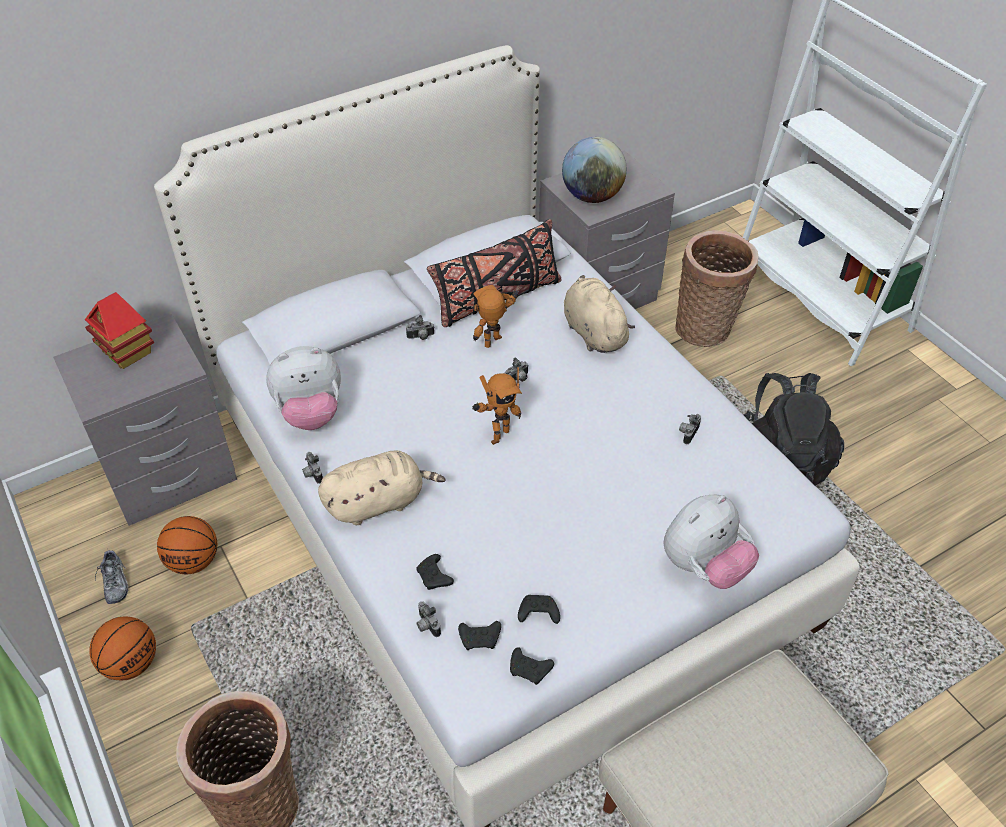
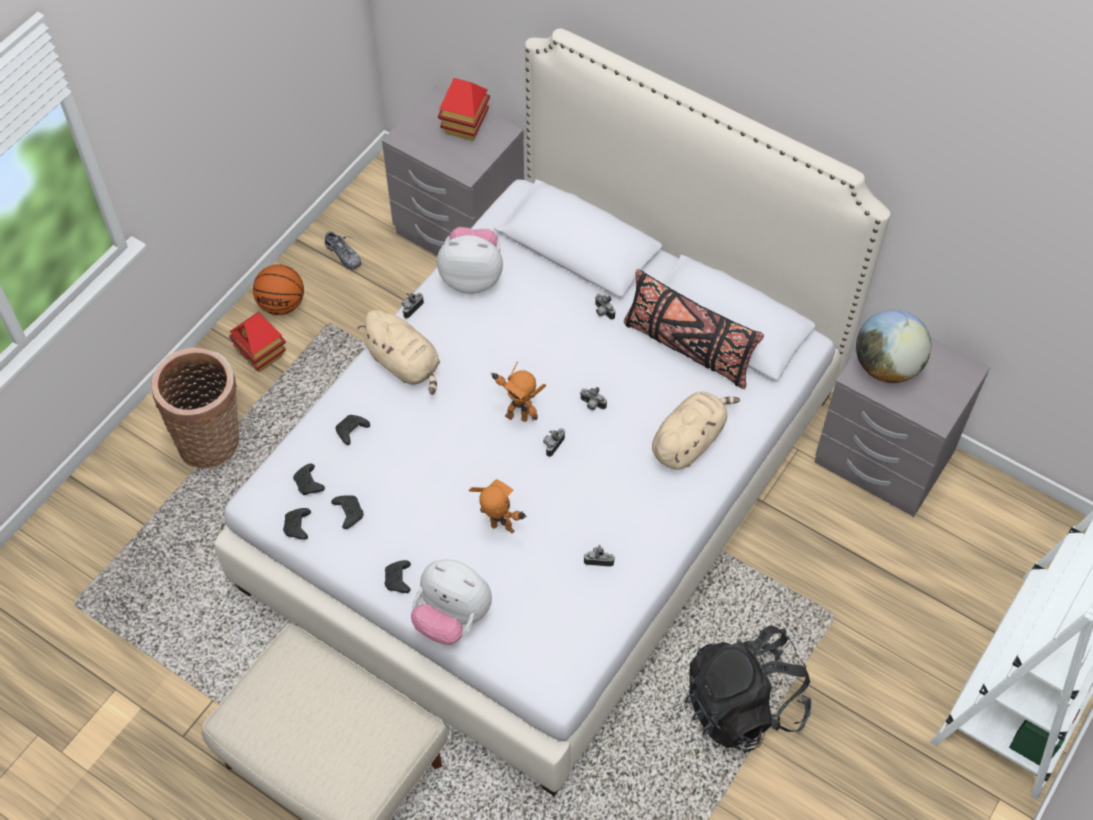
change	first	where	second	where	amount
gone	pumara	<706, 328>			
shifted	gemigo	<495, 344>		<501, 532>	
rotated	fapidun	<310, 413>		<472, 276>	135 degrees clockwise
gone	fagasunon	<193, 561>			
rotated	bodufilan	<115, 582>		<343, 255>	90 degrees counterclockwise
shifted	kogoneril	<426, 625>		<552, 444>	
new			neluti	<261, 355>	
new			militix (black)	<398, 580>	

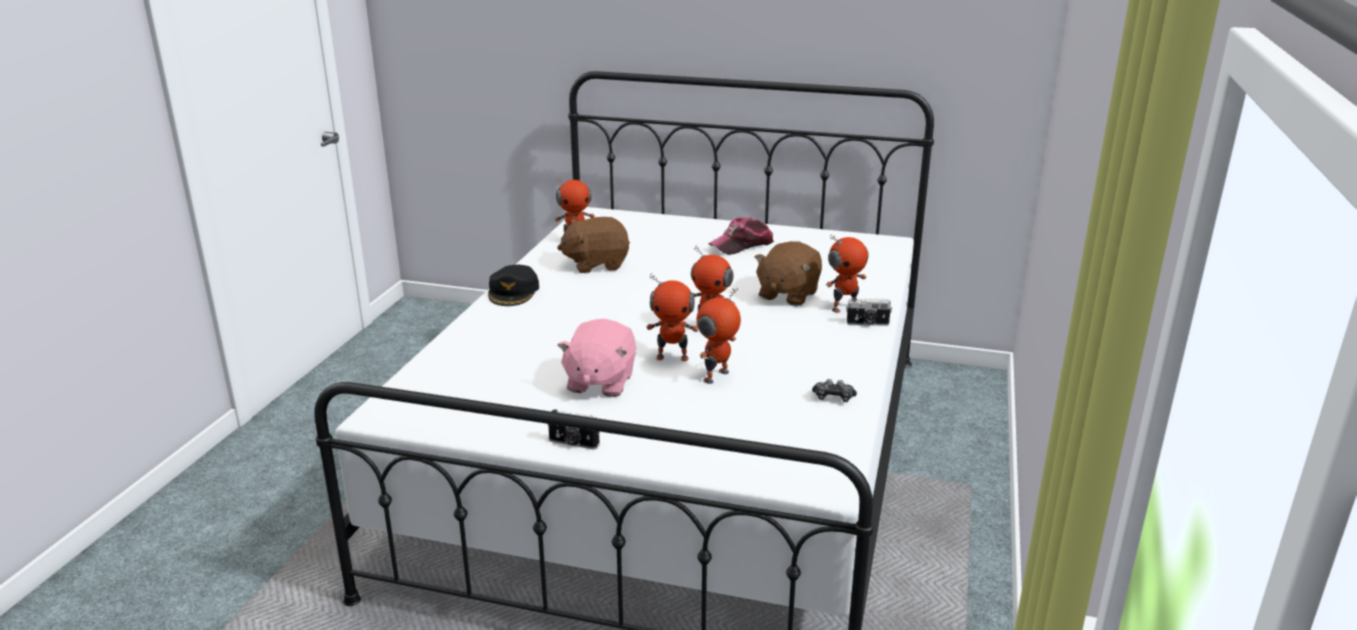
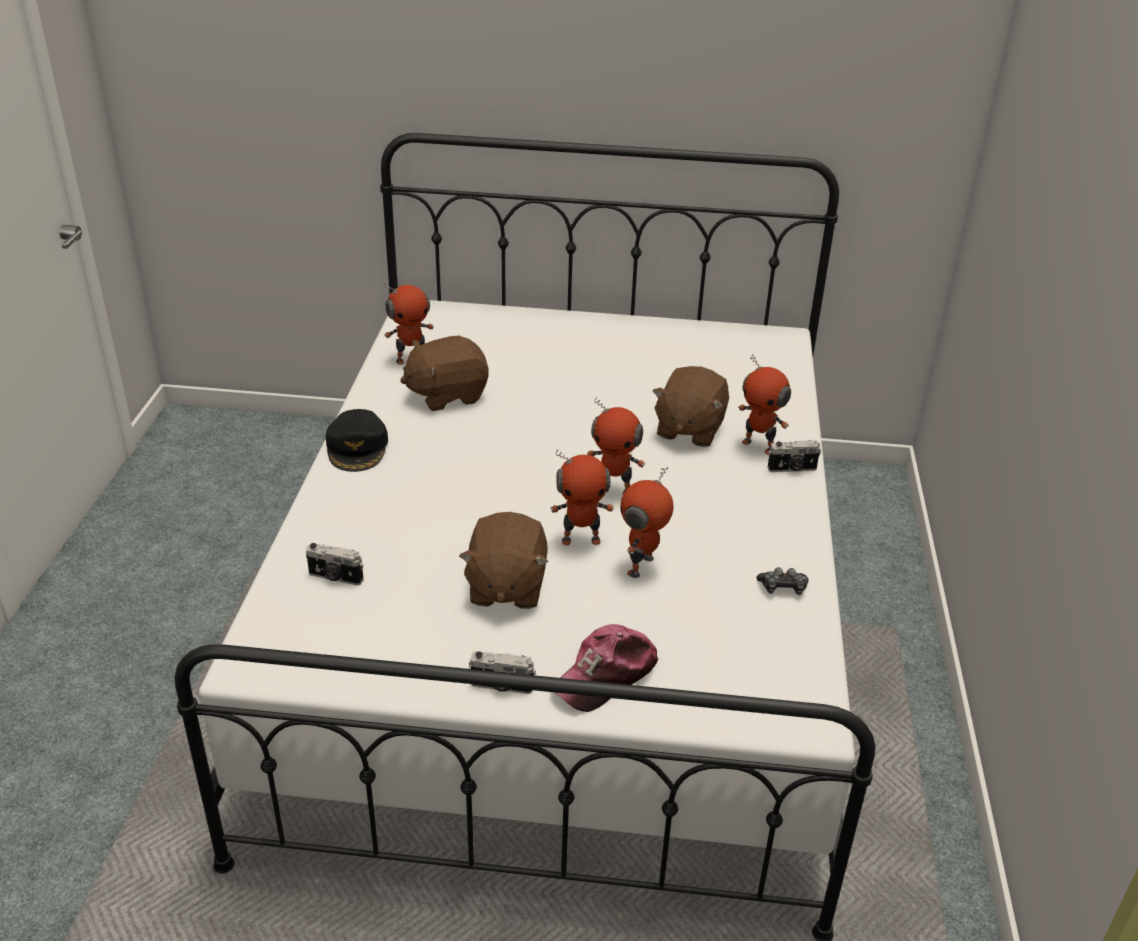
change	first	where	second	where	amount
shifted	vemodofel	<742, 245>		<606, 676>	
rotated	gemigo	<844, 307>		<759, 445>	75 degrees clockwise
repainted	fapidun (pink)	<599, 382>	fapidun (brown)	<505, 587>	
new			kogoneril	<335, 577>	

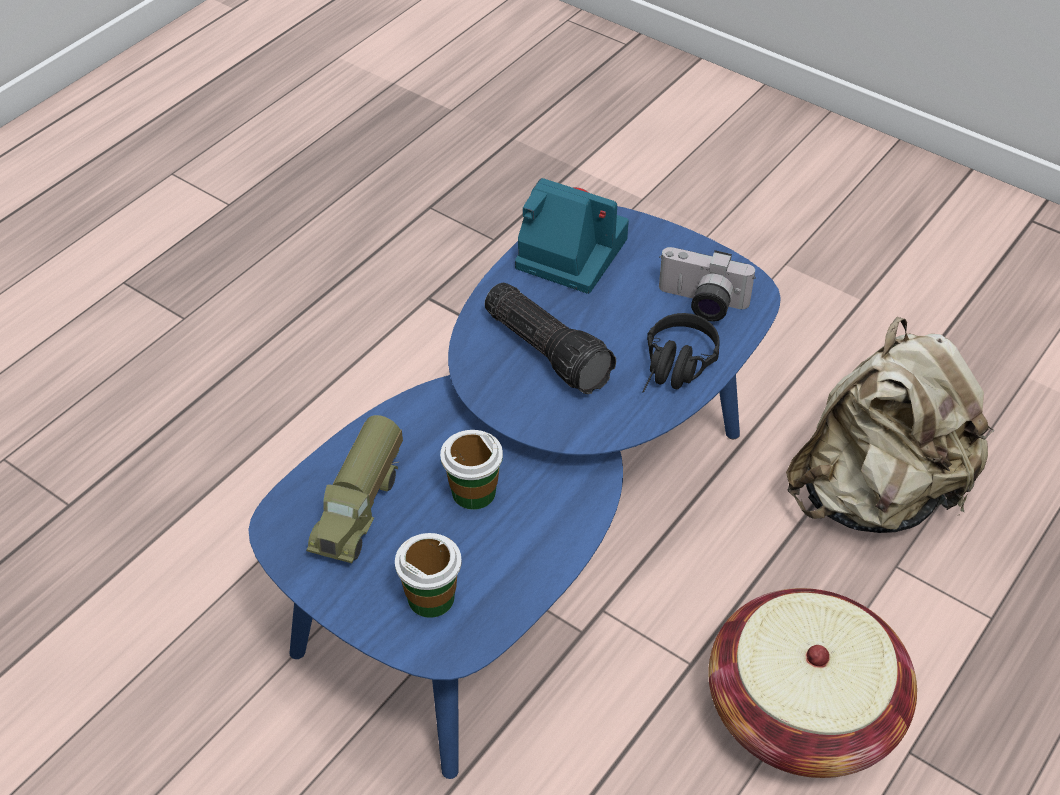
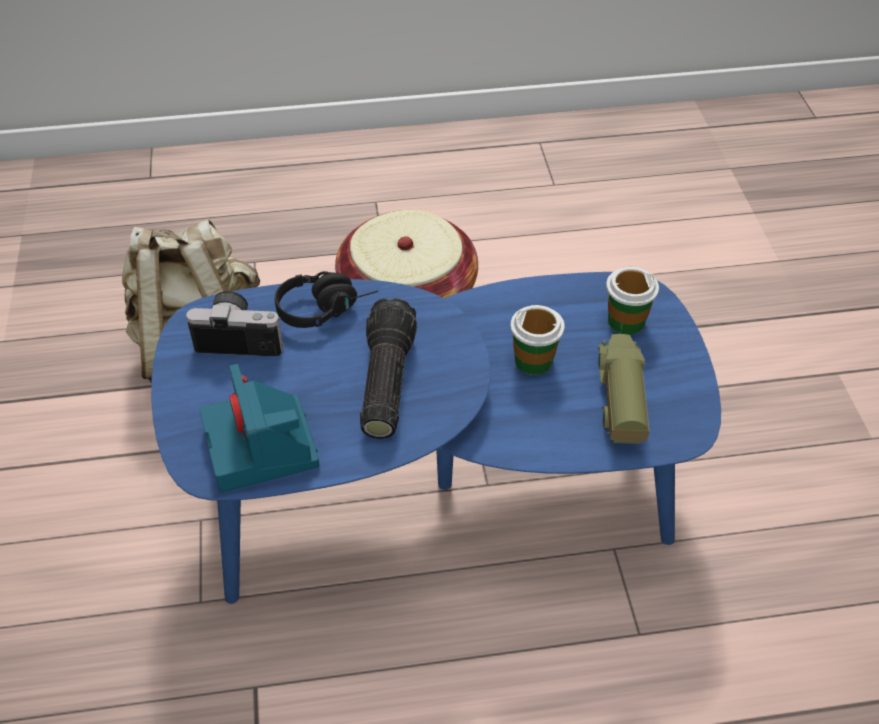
change	first	where	second	where	amount
rotated	kogoneril	<700, 304>		<240, 336>	60 degrees counterclockwise
rotated	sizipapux	<361, 508>		<619, 403>	60 degrees counterclockwise

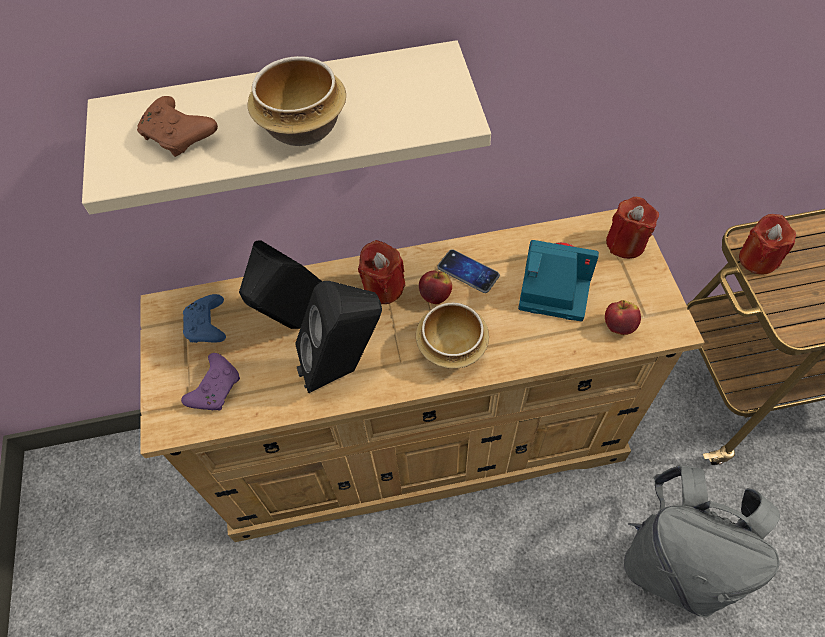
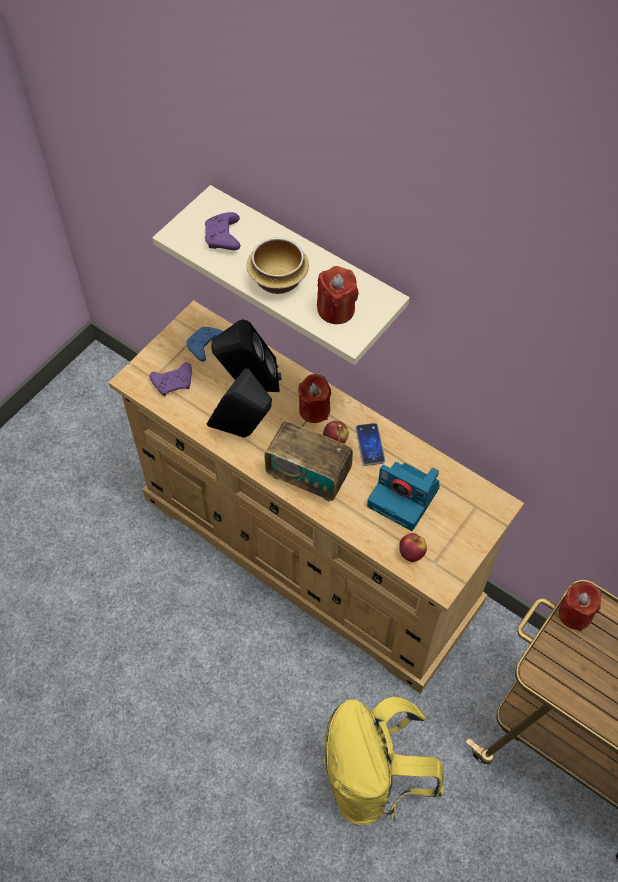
change	first	where	second	where	amount
repainted	militix (brown)	<179, 136>	militix (purple)	<223, 238>	
shifted	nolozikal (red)	<625, 243>		<336, 309>	
rotated	kogoneril	<552, 286>		<405, 497>	150 degrees clockwise
swapped	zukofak	<452, 347>	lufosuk	<308, 475>	
repainted	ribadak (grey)	<674, 562>	ribadak (yellow)	<372, 778>	

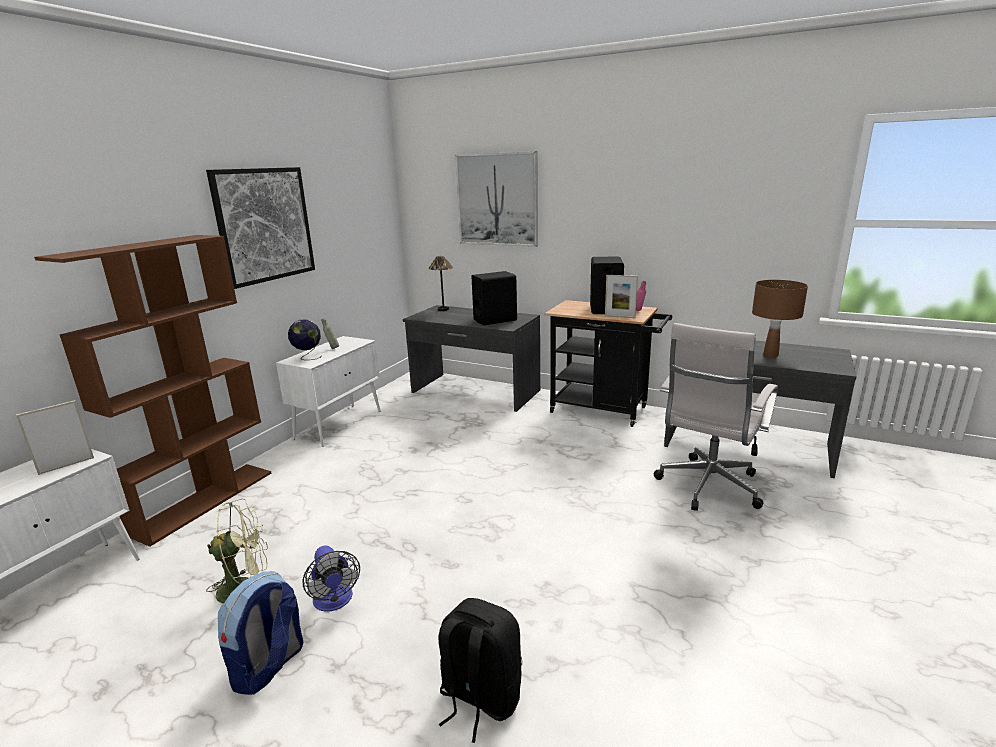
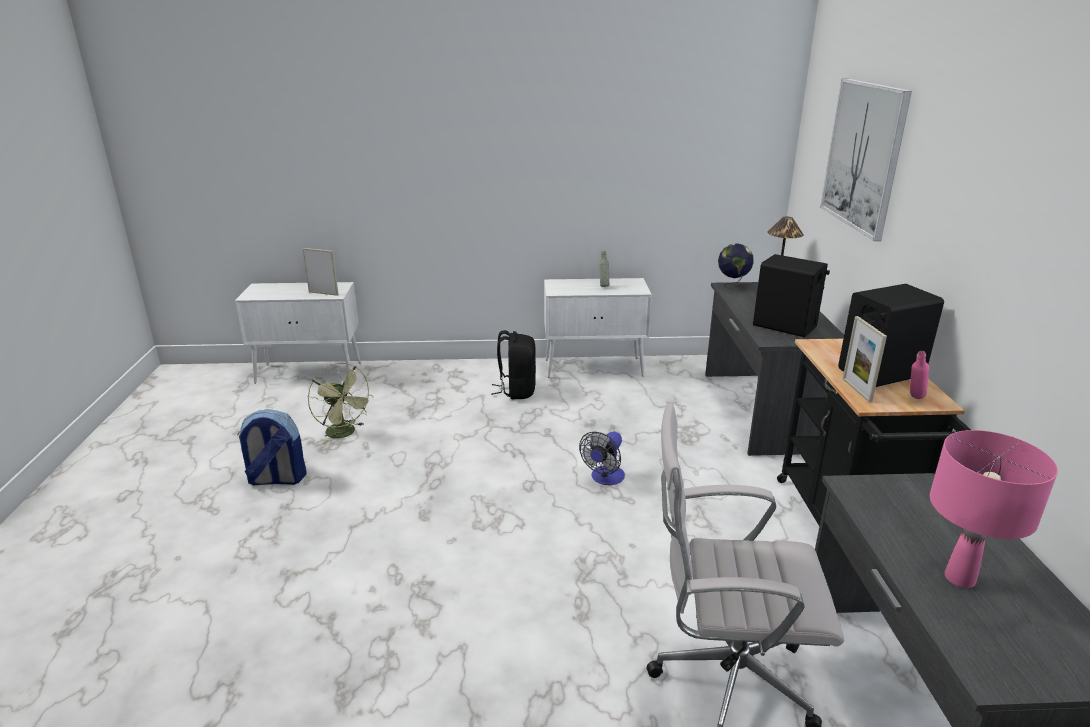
change	first	where	second	where	amount
gone	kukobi	<264, 225>			
gone	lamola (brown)	<204, 501>			
repainted	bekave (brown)	<770, 355>	bekave (pink)	<960, 579>	
shifted	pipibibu	<308, 357>		<732, 286>	
shifted	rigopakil	<334, 601>		<605, 478>	
shifted	ribadak (black)	<479, 698>		<516, 391>	

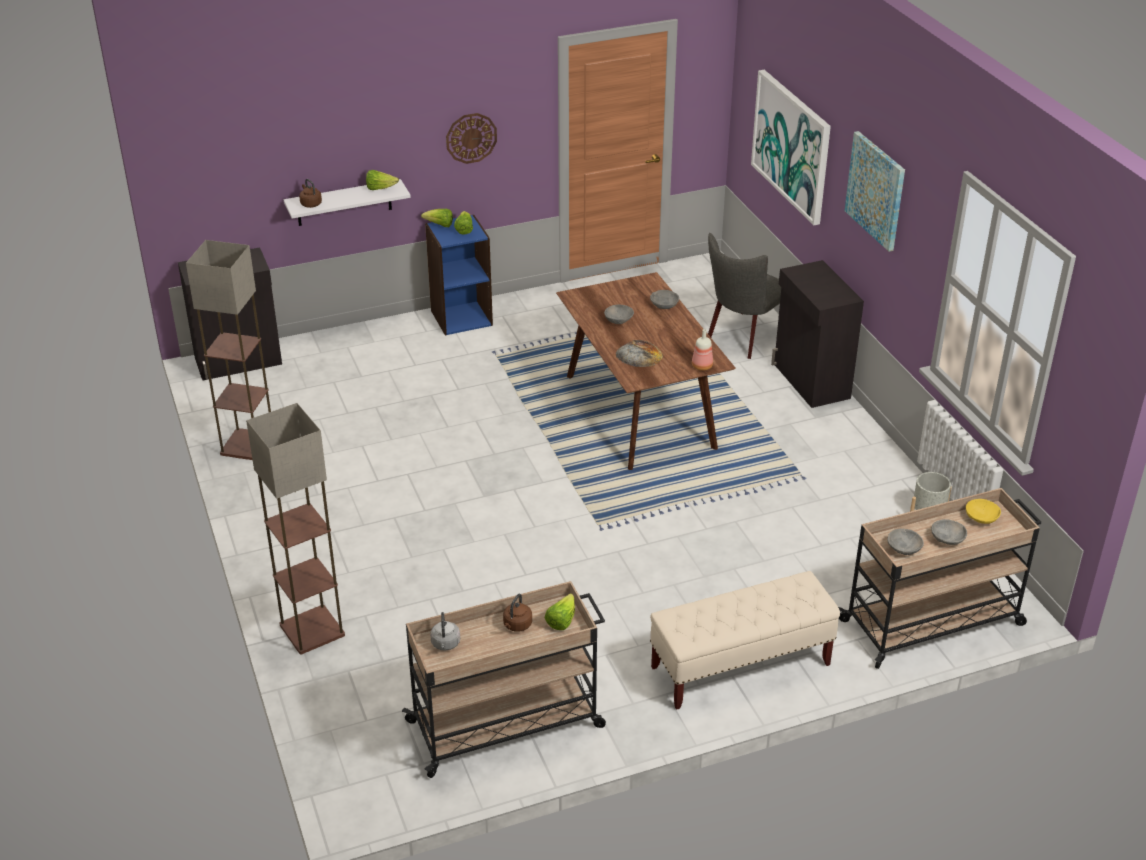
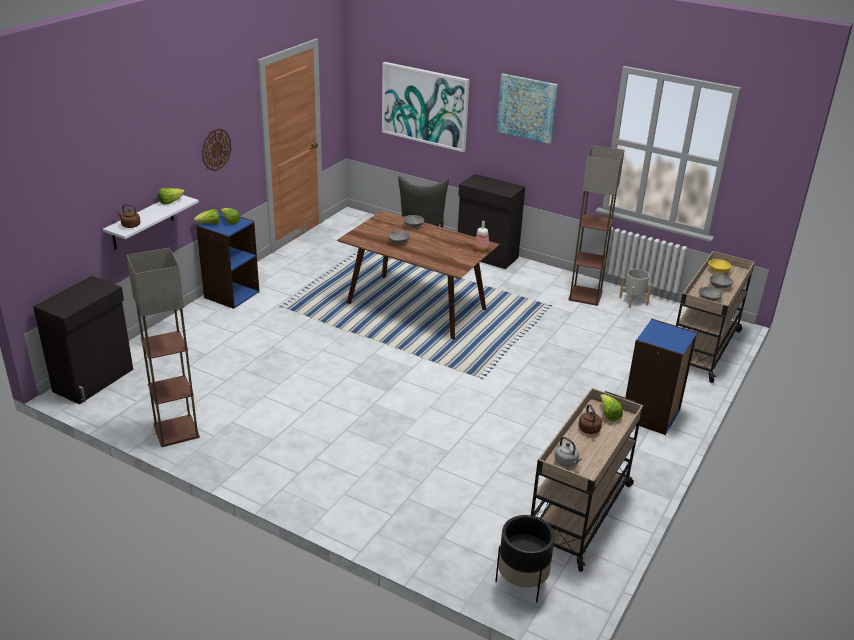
change	first	where	second	where	amount
gone	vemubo	<639, 355>			
shifted	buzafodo	<313, 630>		<586, 295>	
swapped	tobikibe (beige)	<740, 666>	lamola (blue)	<651, 415>	
new			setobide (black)	<522, 583>	

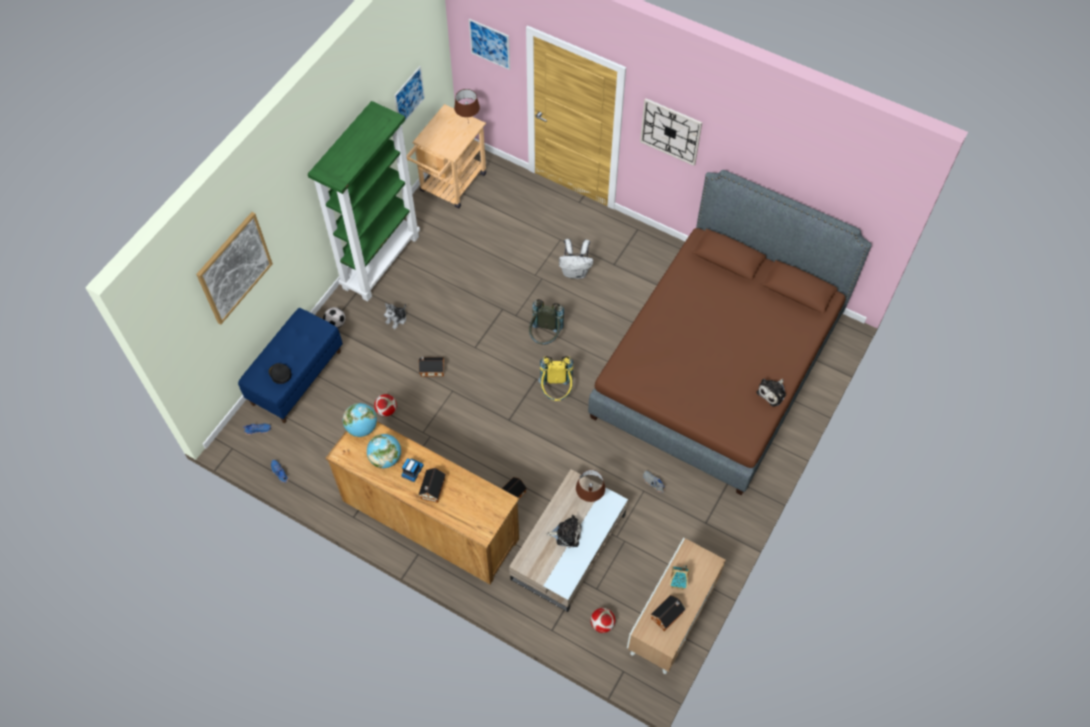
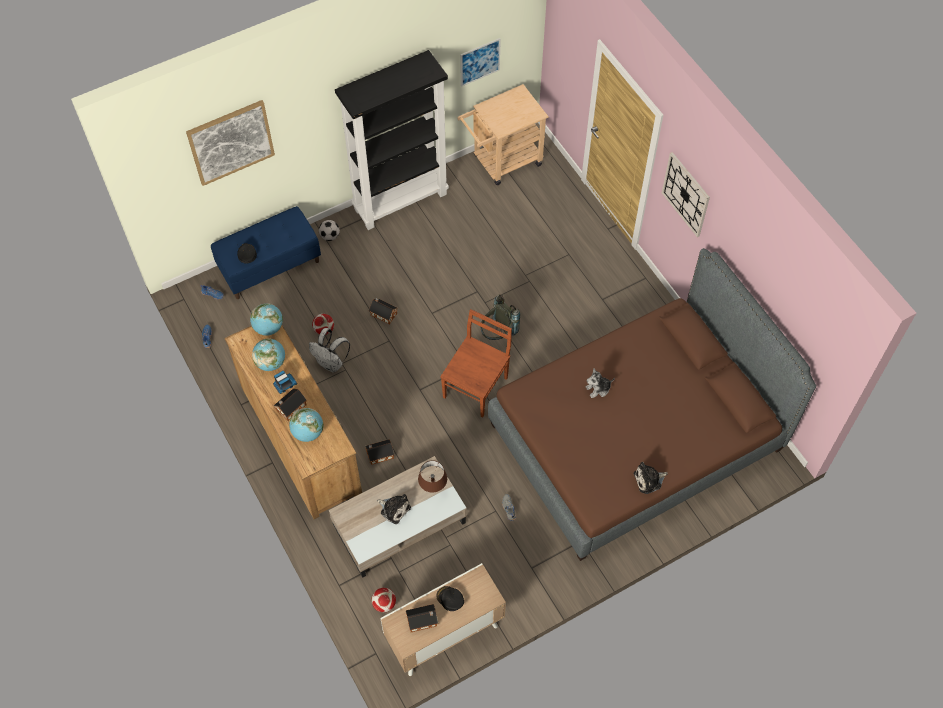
change	first	where	second	where	amount
gone	kukobi	<489, 44>			
gone	bekave (brown)	<468, 123>			
repainted	lamola (green)	<381, 261>	lamola (black)	<401, 201>	
shifted	ribadak (white)	<575, 272>		<331, 363>	
shifted	fapidun	<396, 319>		<598, 389>	
swapped	ribadak (yellow)	<556, 392>	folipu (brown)	<476, 386>	
swapped	neluti	<678, 583>	vemodofel (black)	<450, 599>	
new			pipibibu	<308, 432>	

